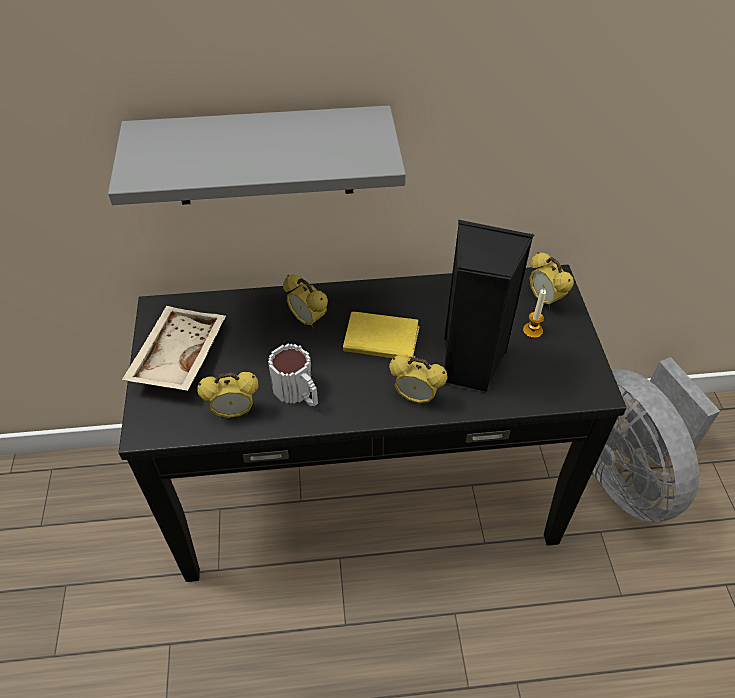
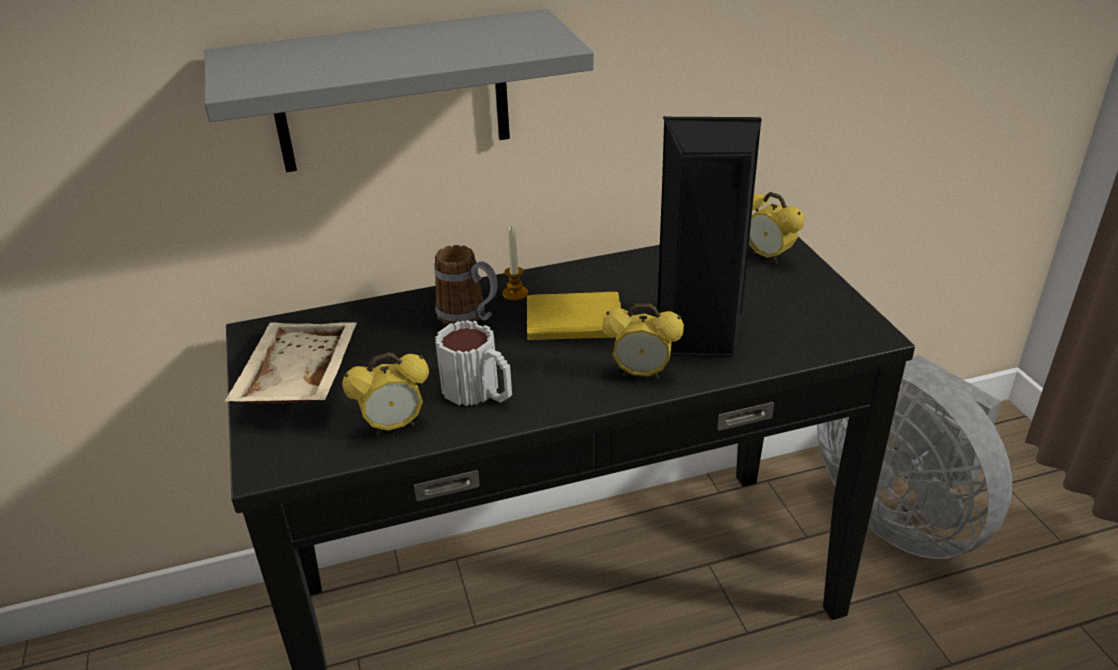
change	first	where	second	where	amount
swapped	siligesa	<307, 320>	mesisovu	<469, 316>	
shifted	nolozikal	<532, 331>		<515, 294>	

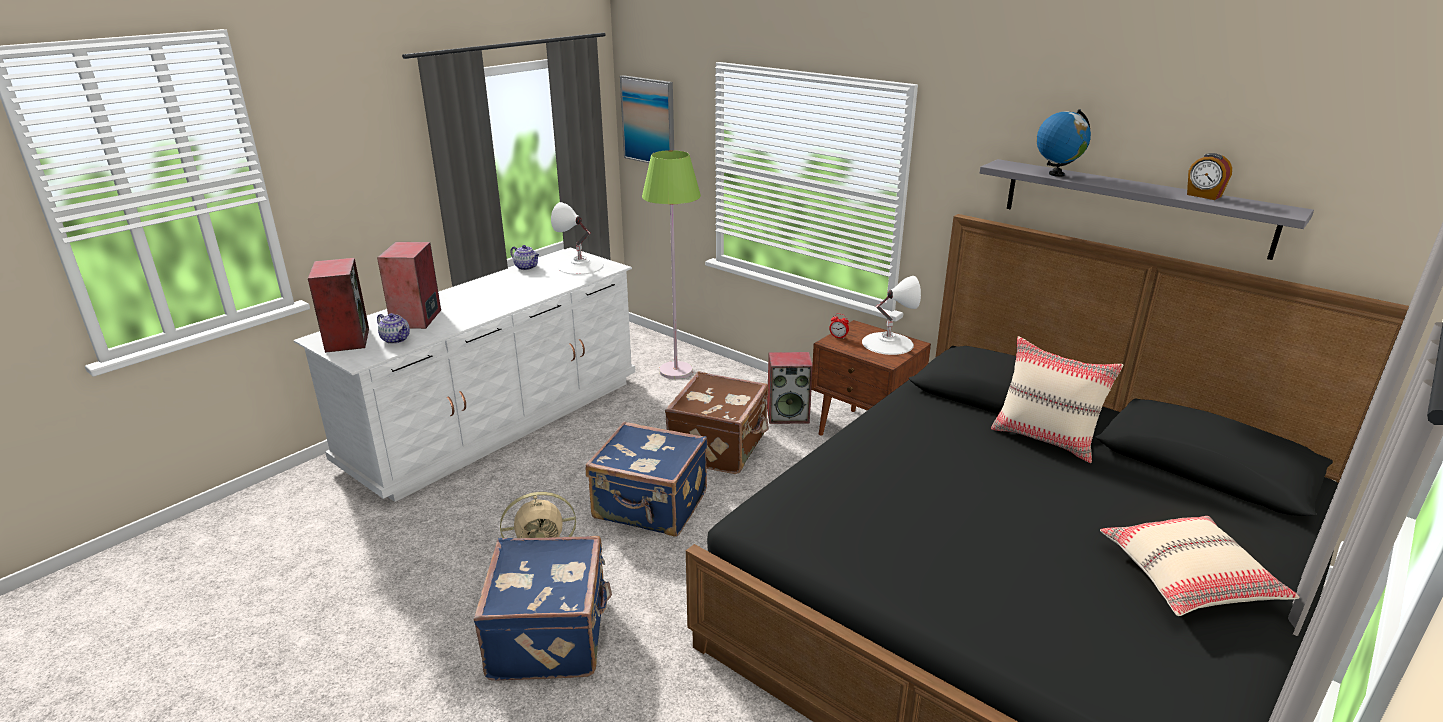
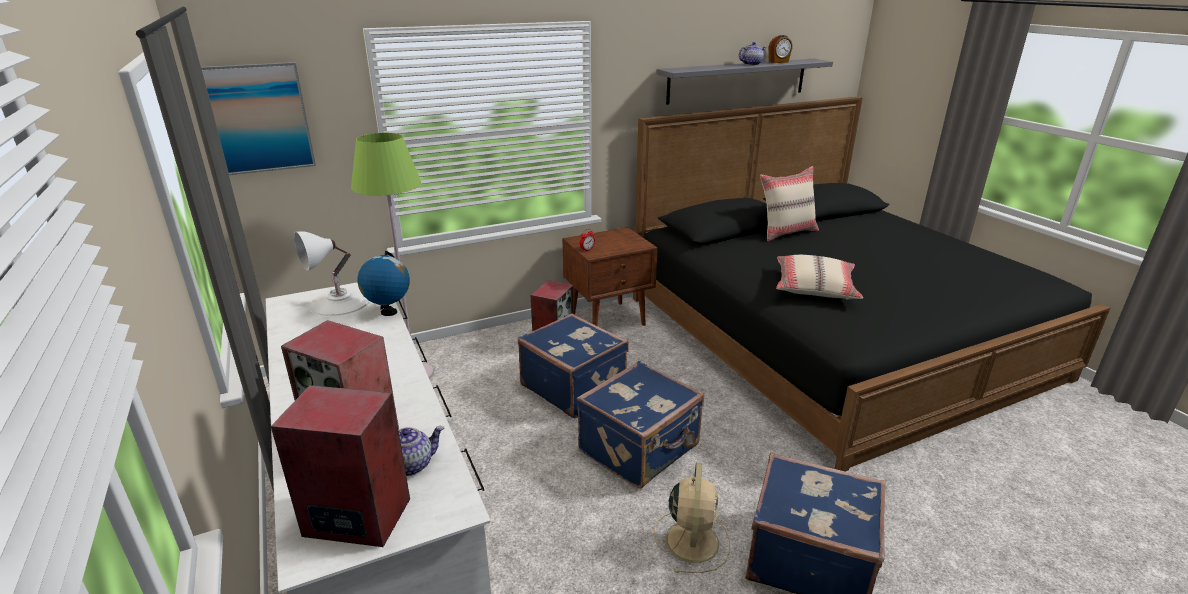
change	first	where	second	where	amount
shifted	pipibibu	<1056, 174>		<389, 312>	
shifted	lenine	<527, 267>		<751, 64>	
gone	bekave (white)	<887, 343>			
repainted	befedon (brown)	<720, 447>	befedon (blue)	<574, 387>	
shifted	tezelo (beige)	<1188, 578>		<815, 287>	

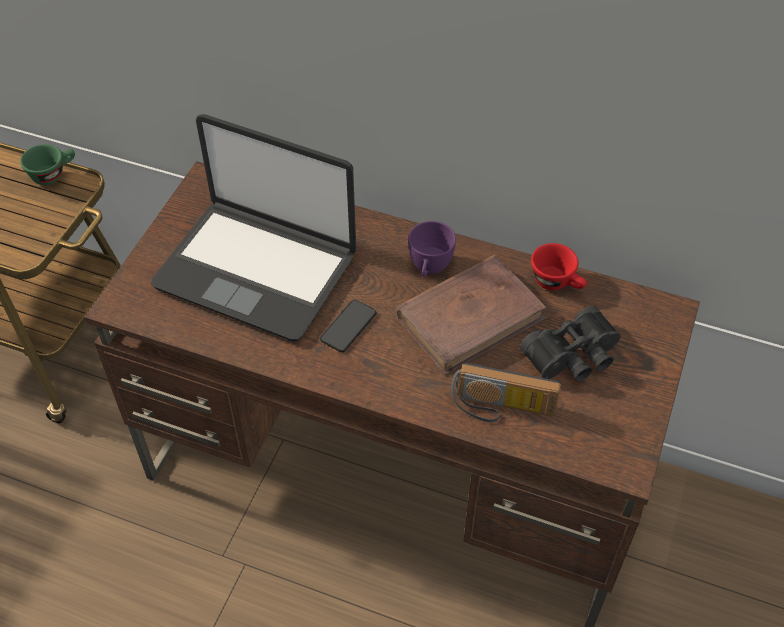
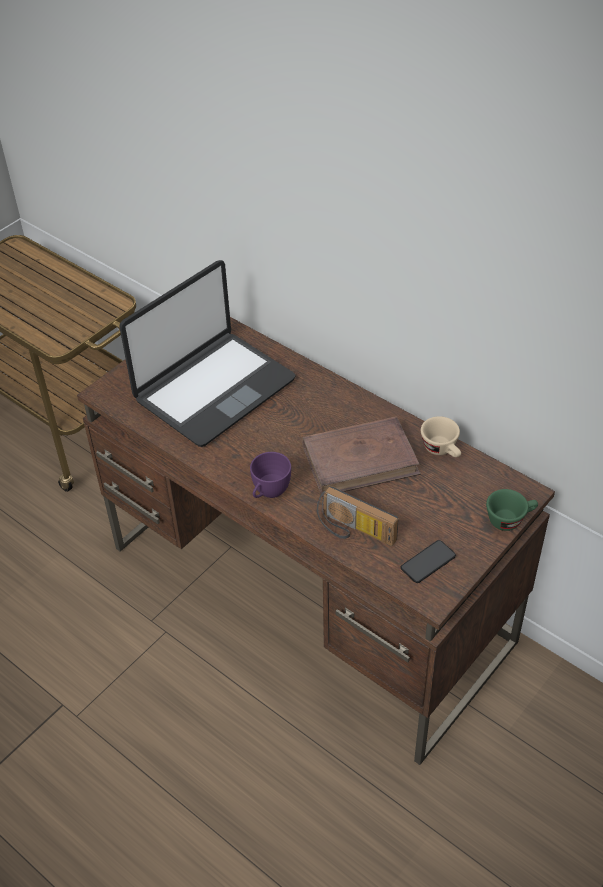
change	first	where	second	where	amount
rotated	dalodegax	<257, 269>		<213, 389>	90 degrees counterclockwise
shifted	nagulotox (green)	<53, 174>		<510, 519>	
shifted	nagulotox (purple)	<429, 269>		<269, 492>	
repainted	nagulotox (red)	<557, 282>	nagulotox (beige)	<442, 450>	
shifted	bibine	<348, 326>		<428, 562>	
gone	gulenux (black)	<574, 357>			

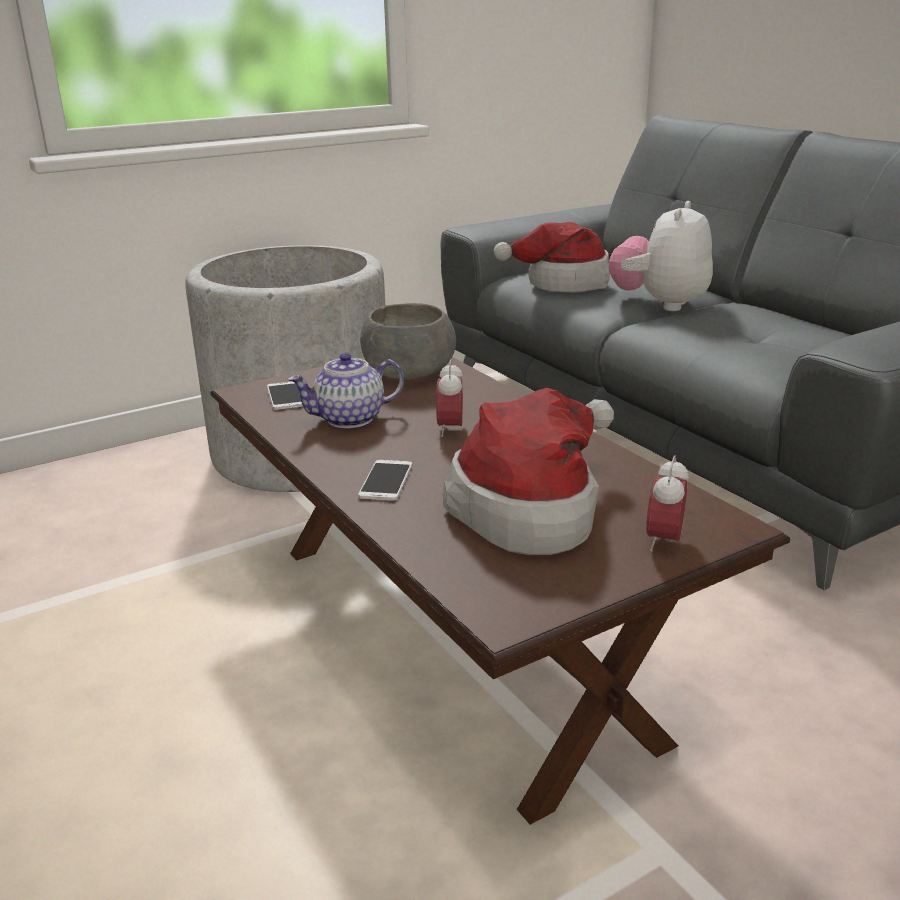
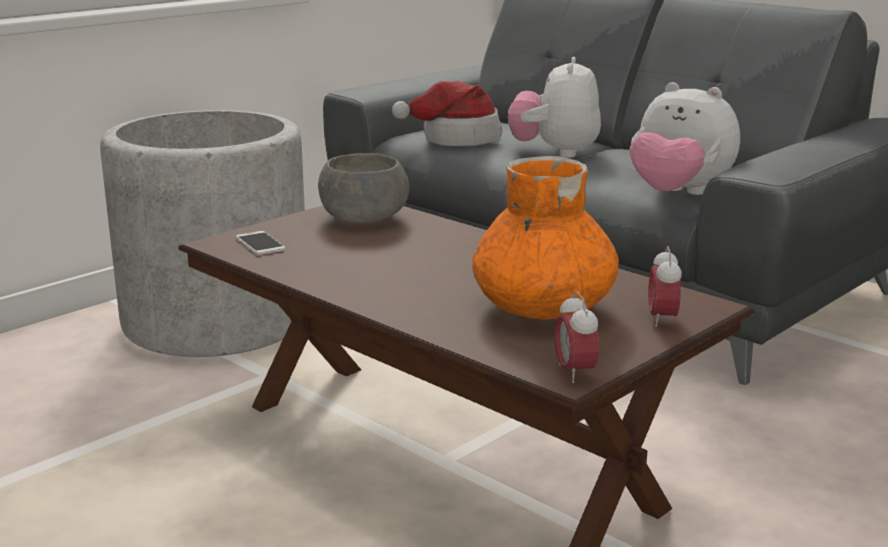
change	first	where	second	where	amount
gone	lenine	<351, 418>			
shifted	siligesa	<450, 429>		<575, 373>	
swapped	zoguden	<532, 508>	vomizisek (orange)	<543, 307>	
gone	bibine	<386, 481>			
new			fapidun	<678, 194>	

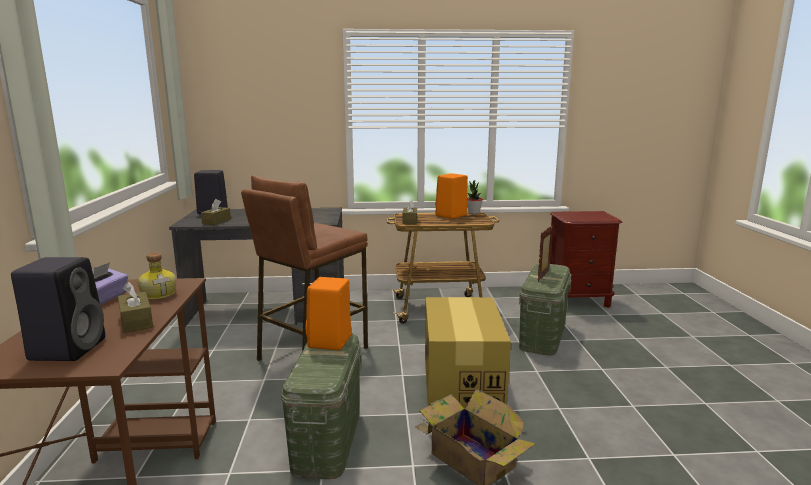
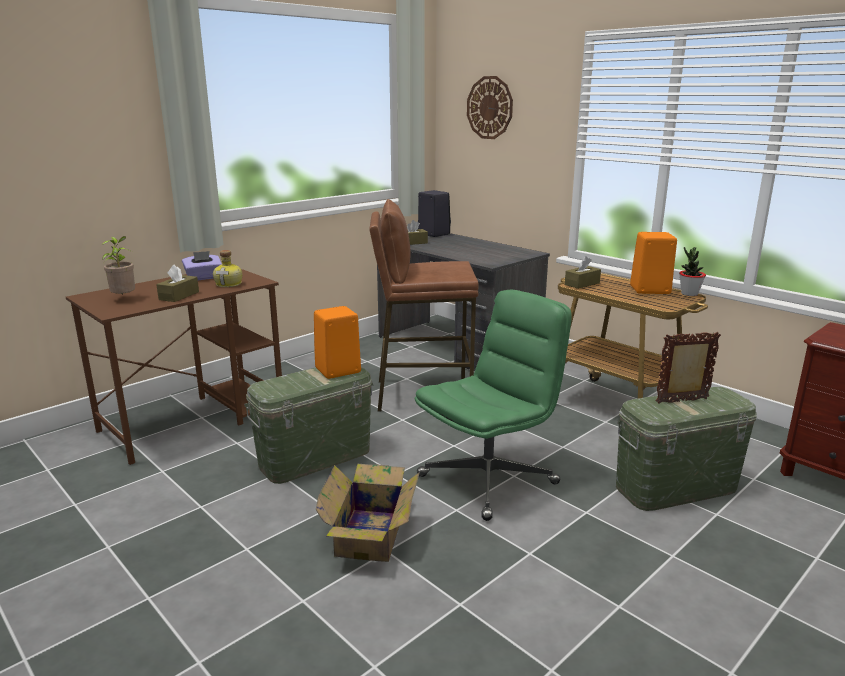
change	first	where	second	where	amount
swapped	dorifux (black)	<68, 348>	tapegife	<124, 299>	
swapped	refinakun	<461, 382>	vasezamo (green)	<488, 479>	
new			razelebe	<490, 107>	

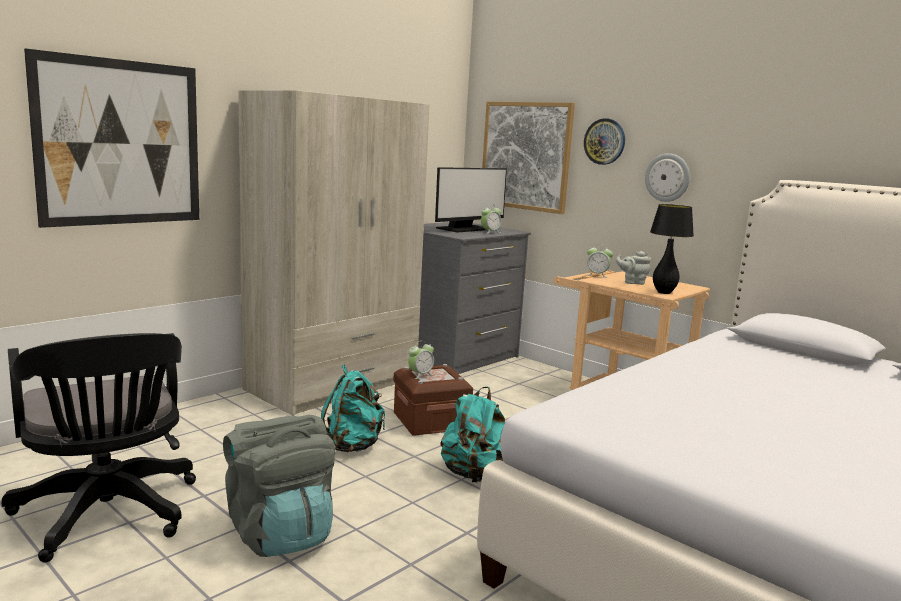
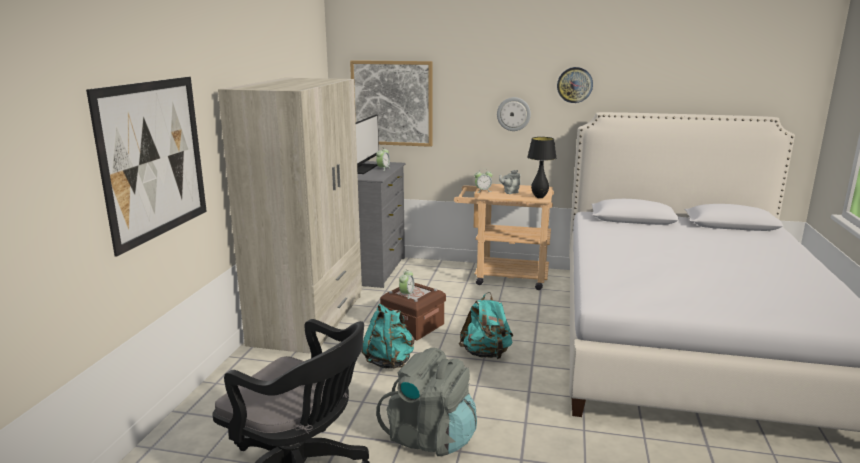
change	first	where	second	where	amount
shifted	razelebe	<604, 141>		<574, 85>	

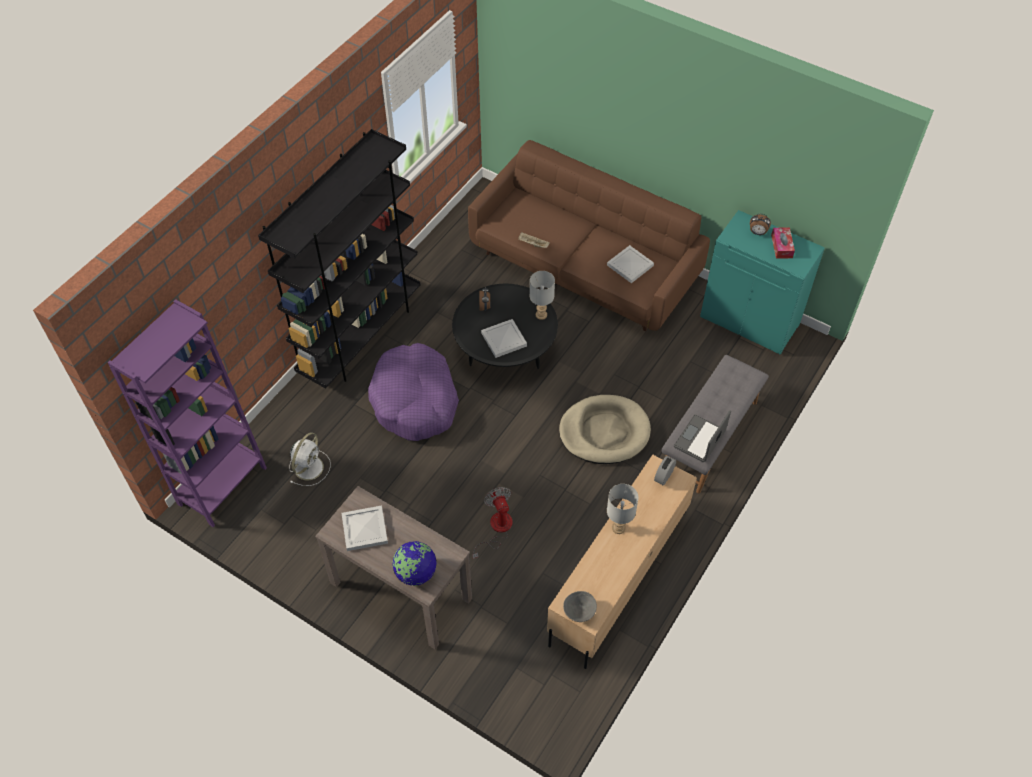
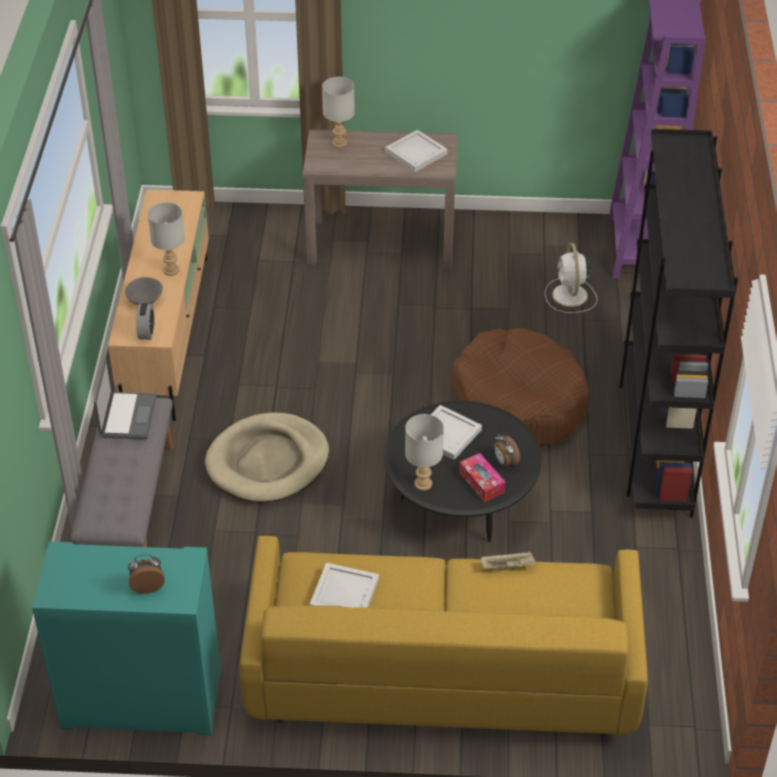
change	first	where	second	where	amount
repainted	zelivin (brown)	<583, 267>	zelivin (yellow)	<441, 670>	
shifted	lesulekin	<781, 246>		<481, 482>	
repainted	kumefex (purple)	<415, 401>	kumefex (brown)	<520, 400>	
gone	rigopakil	<496, 529>			
swapped	pipibibu	<415, 573>	bekave (grey)	<340, 143>	
shifted	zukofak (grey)	<579, 612>		<145, 302>	

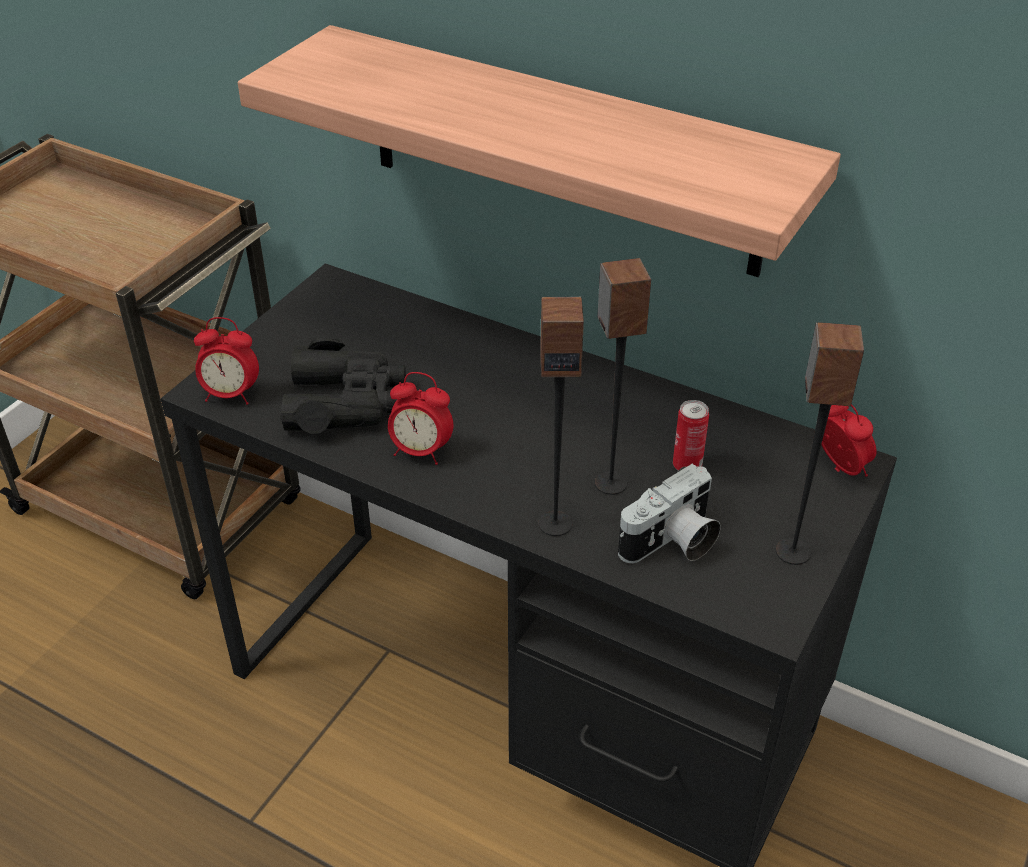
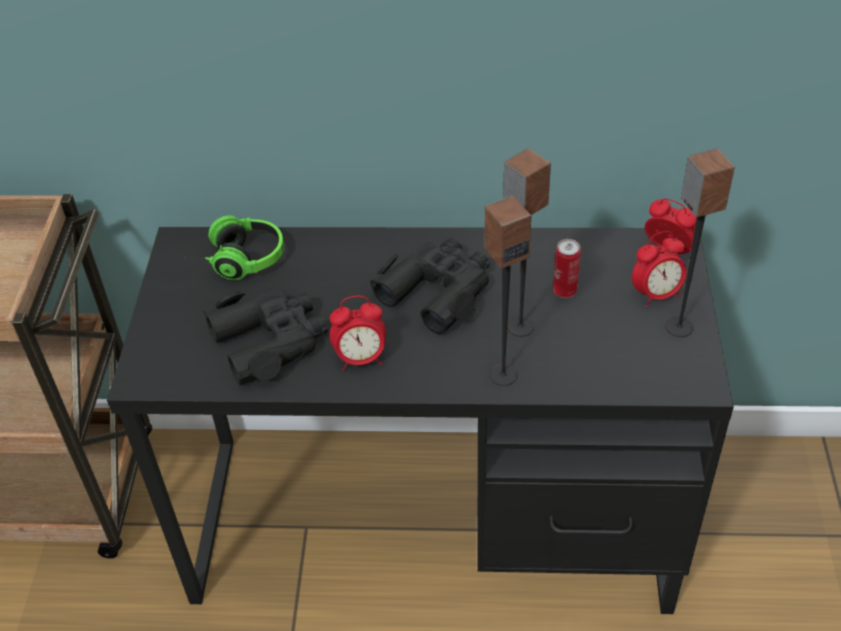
change	first	where	second	where	amount
gone	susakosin	<561, 151>			
shifted	siligesa	<231, 395>		<656, 294>	
gone	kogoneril	<672, 543>			
new			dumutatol	<236, 260>	
new			gulenux (black)	<438, 291>	

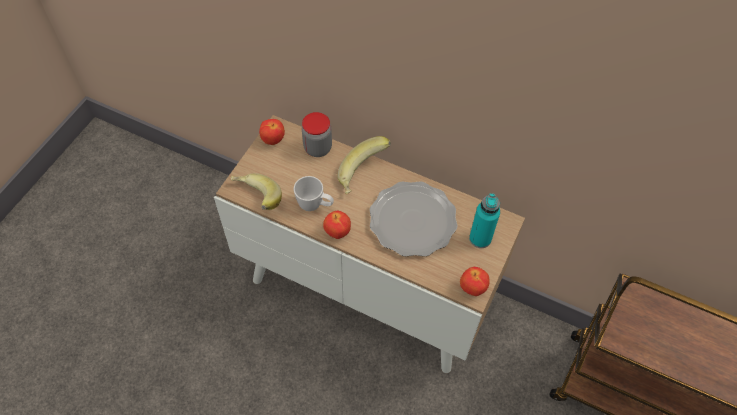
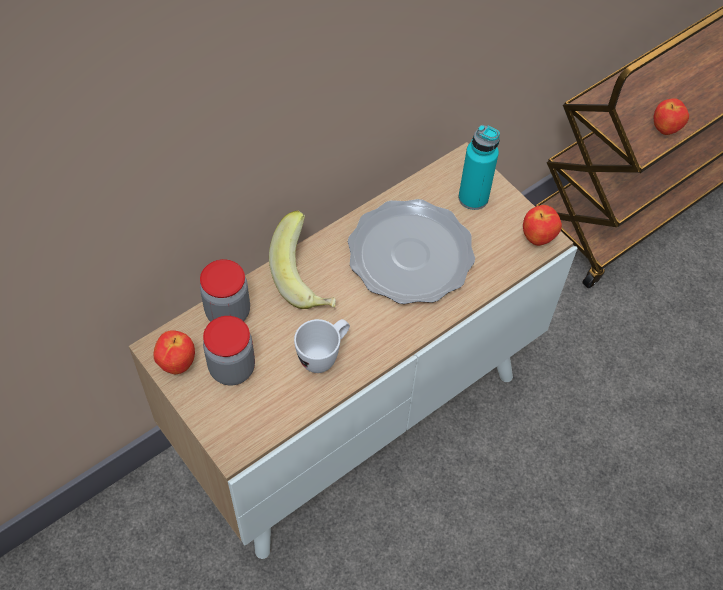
change	first	where	second	where	amount
gone	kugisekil	<256, 200>			
shifted	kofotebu	<337, 232>		<665, 129>	
new			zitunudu	<232, 368>	

